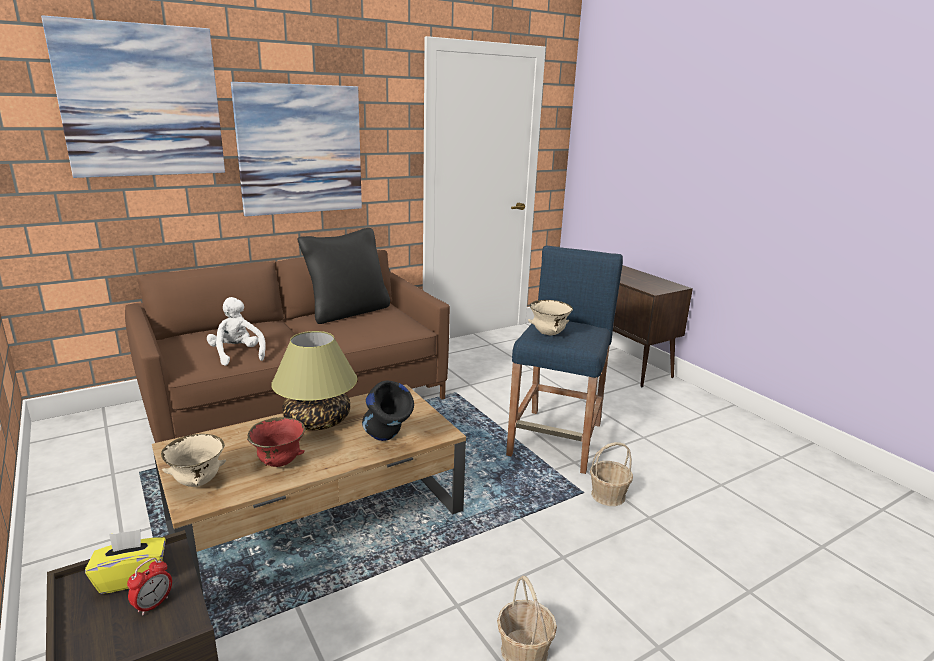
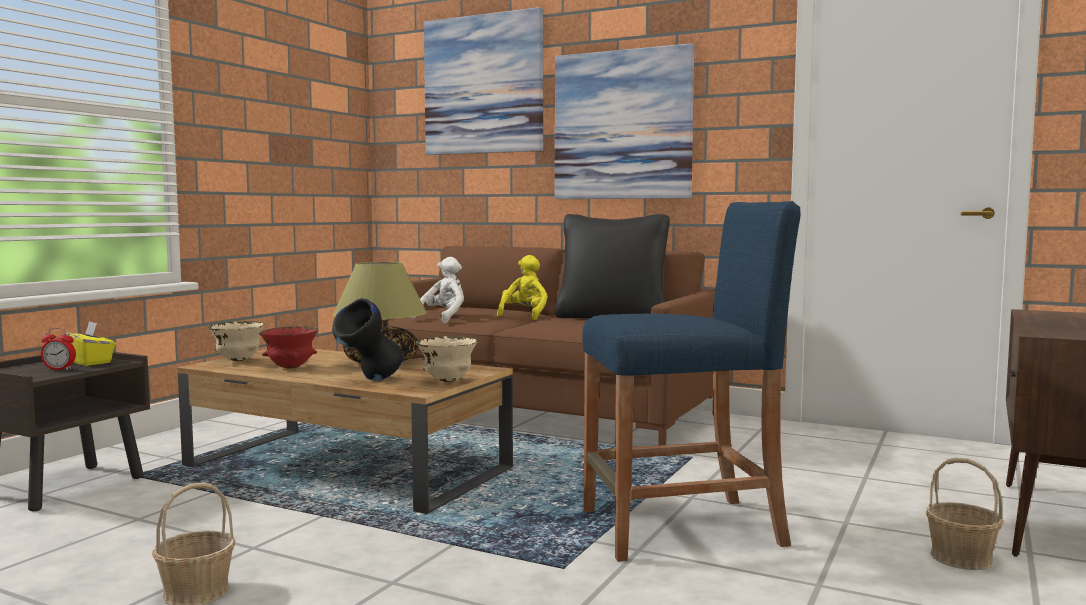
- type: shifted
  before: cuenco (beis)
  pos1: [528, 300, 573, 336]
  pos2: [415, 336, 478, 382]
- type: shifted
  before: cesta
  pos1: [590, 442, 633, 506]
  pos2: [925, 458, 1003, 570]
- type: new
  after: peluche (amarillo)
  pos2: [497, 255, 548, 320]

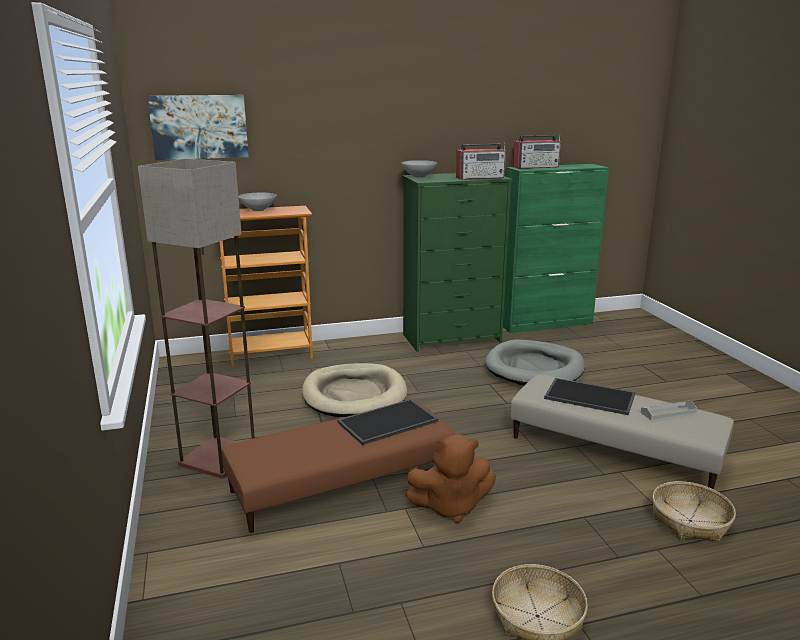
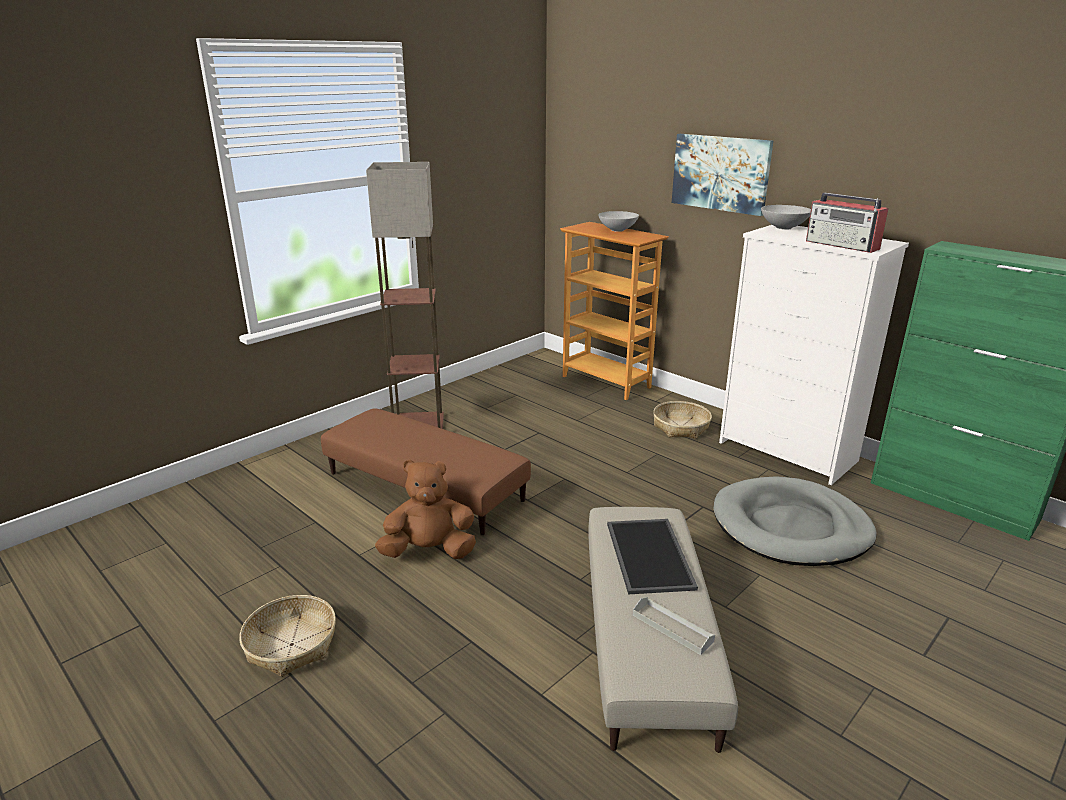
- type: shifted
  before: cuadro
  pos1: [147, 95, 249, 160]
  pos2: [672, 134, 773, 216]
- type: gone
  before: cama para perro (beis)
  pos1: [302, 363, 407, 417]
- type: gone
  before: bandeja
  pos1: [337, 399, 439, 445]
- type: repainted
  before: cómoda (verde)
  after: cómoda (blanco)
  pos1: [402, 173, 513, 352]
  pos2: [719, 225, 909, 485]
- type: rotated
  before: peluche (marrón)
  pos1: [405, 434, 496, 523]
  pos2: [375, 460, 476, 559]
  turn: 120
- type: gone
  before: radio
  pos1: [513, 134, 561, 169]
- type: shifted
  before: cesta
  pos1: [652, 481, 736, 542]
  pos2: [653, 401, 712, 439]

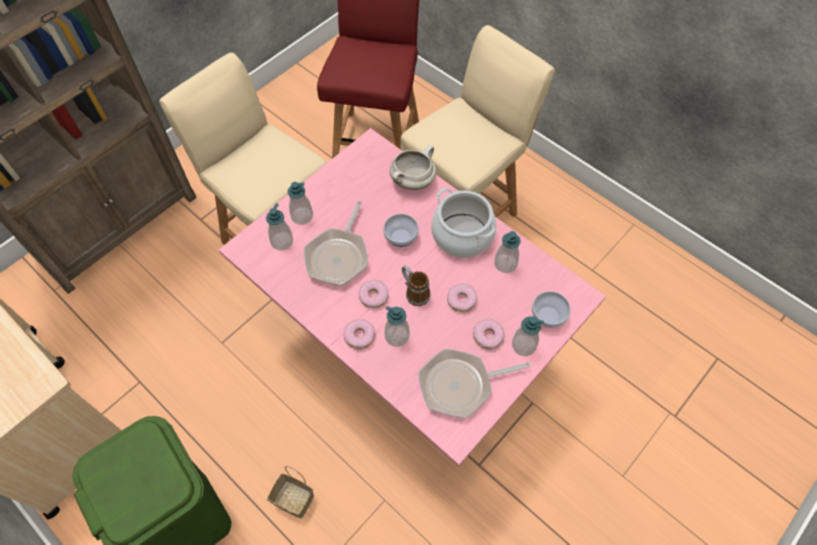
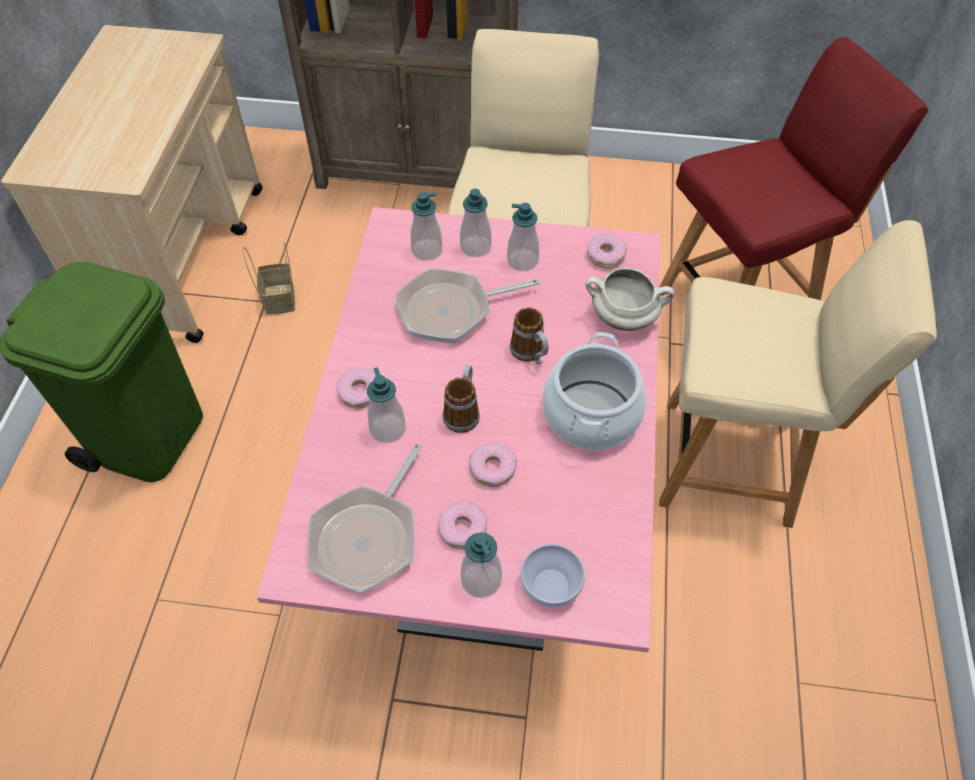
- type: shifted
  before: cesta
  pos1: [267, 466, 314, 518]
  pos2: [243, 242, 295, 315]
- type: shifted
  before: rosquilla
  pos1: [359, 280, 388, 308]
  pos2: [587, 234, 627, 268]
- type: swapped
  before: cuenco
  after: taza grande
  pos1: [383, 214, 419, 247]
  pos2: [510, 307, 548, 365]
- type: rotated
  before: sartén
  pos1: [418, 349, 531, 418]
  pos2: [307, 443, 422, 593]
  turn: -105
- type: shifted
  before: dispensador de jabón
  pos1: [494, 231, 521, 273]
  pos2: [507, 203, 539, 271]

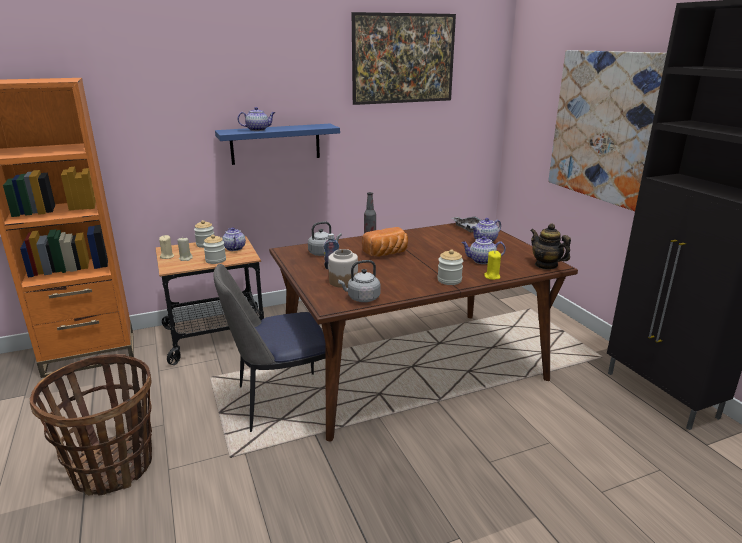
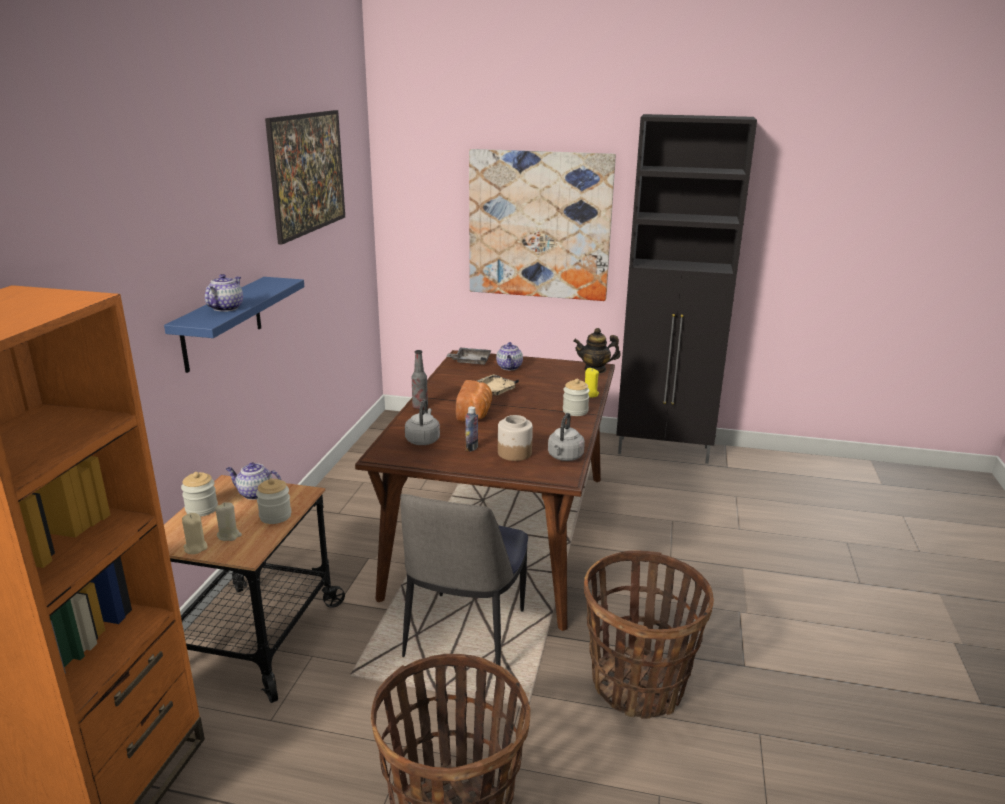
- type: gone
  before: tetera
  pos1: [461, 236, 506, 264]
- type: new
  after: bandeja (beis)
  pos2: [477, 374, 519, 396]
- type: new
  after: cesta
  pos2: [584, 550, 714, 719]

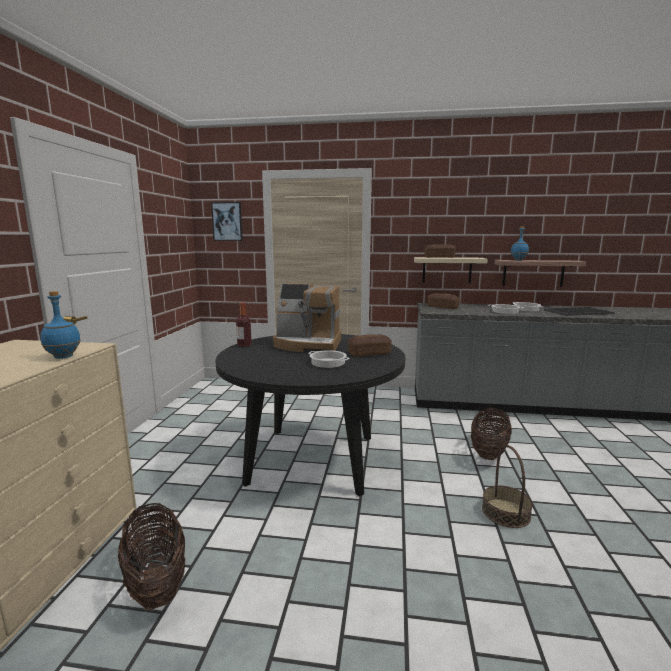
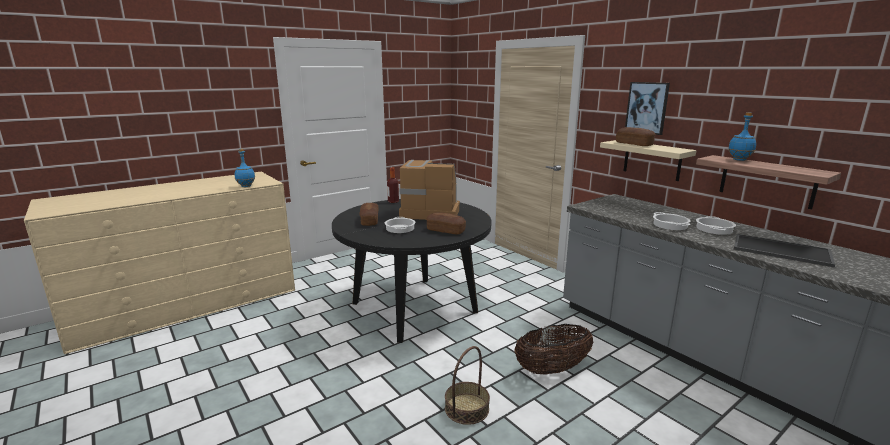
- type: gone
  before: cesta
  pos1: [118, 503, 185, 610]
- type: shifted
  before: cuadro
  pos1: [211, 202, 243, 241]
  pos2: [625, 82, 670, 135]
- type: rotated
  before: cafetera
  pos1: [273, 283, 341, 352]
  pos2: [399, 160, 460, 220]
  turn: 135
- type: shifted
  before: pan
  pos1: [428, 293, 460, 309]
  pos2: [360, 203, 379, 226]

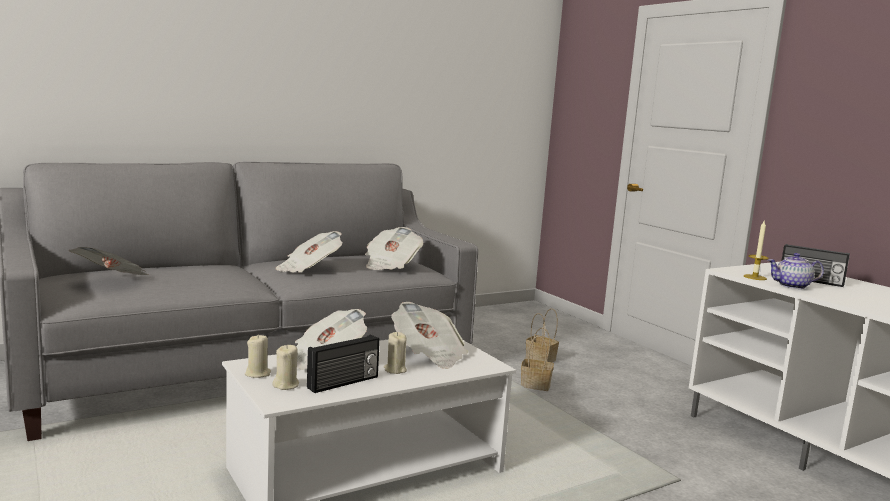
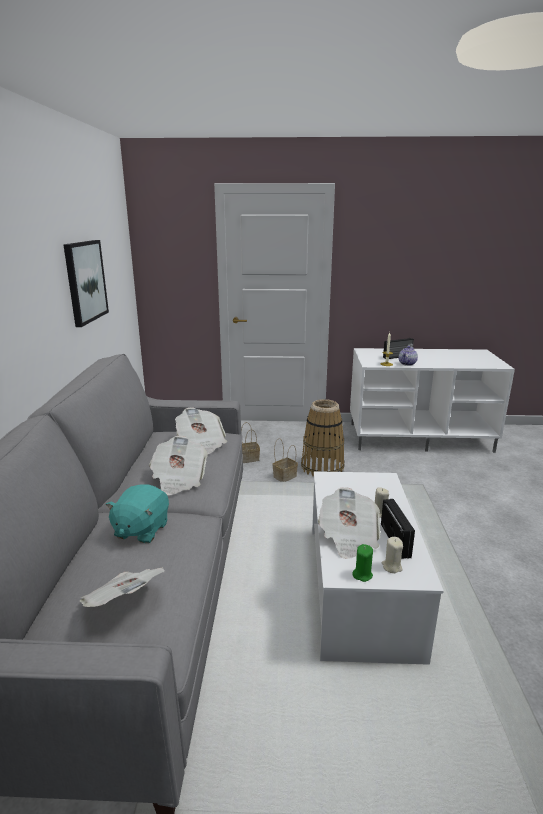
- type: repainted
  before: vela (beis)
  after: vela (verde)
  pos1: [245, 334, 271, 378]
  pos2: [352, 544, 373, 582]
- type: gone
  before: periódico
  pos1: [391, 302, 468, 369]
- type: new
  after: cuadro
  pos2: [63, 240, 109, 327]
- type: new
  after: peluche (turquesa)
  pos2: [106, 484, 169, 543]
- type: new
  after: cesta
  pos2: [301, 399, 344, 477]

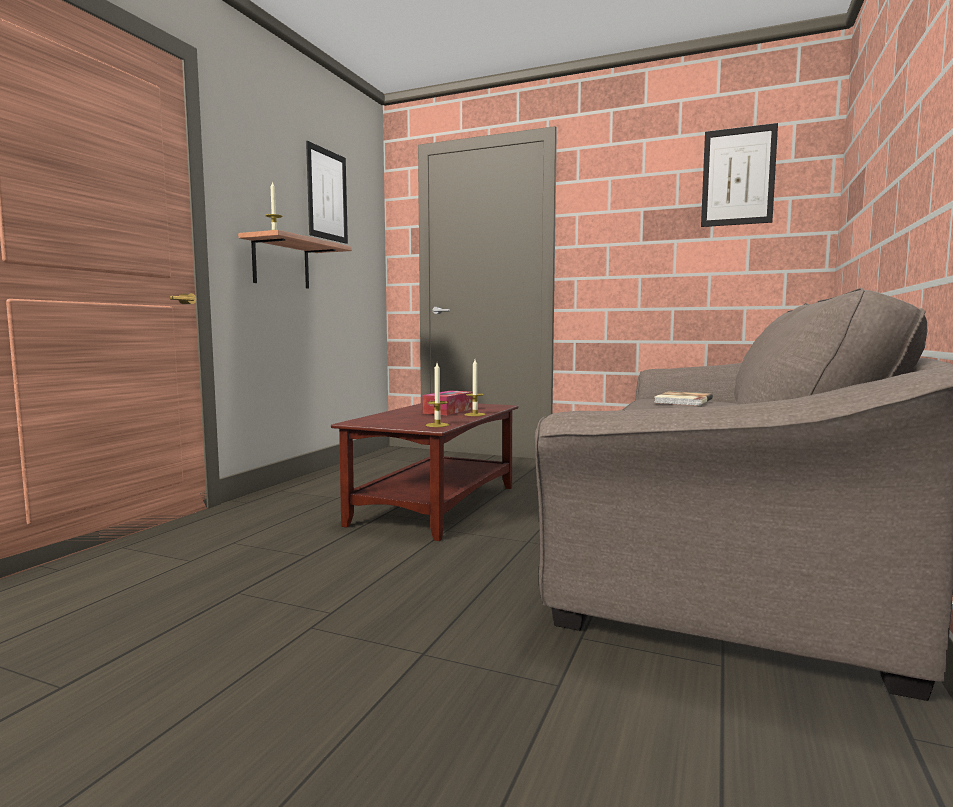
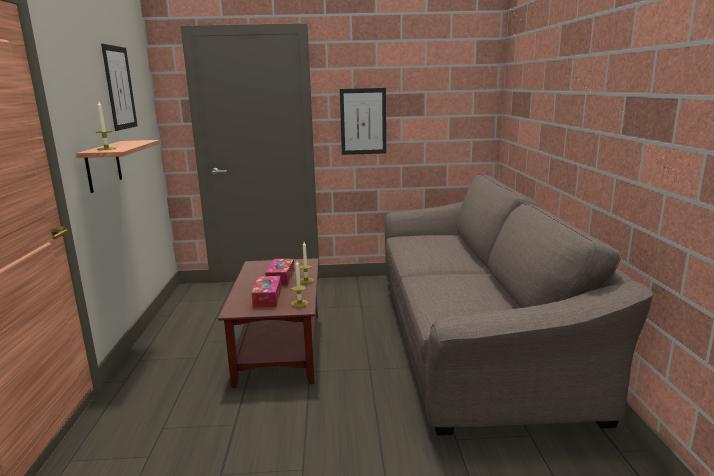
- type: gone
  before: libro
  pos1: [654, 391, 713, 406]
- type: shifted
  before: cuadro
  pos1: [701, 123, 778, 227]
  pos2: [340, 88, 386, 155]
- type: new
  after: caja de pañuelos
  pos2: [252, 276, 282, 308]

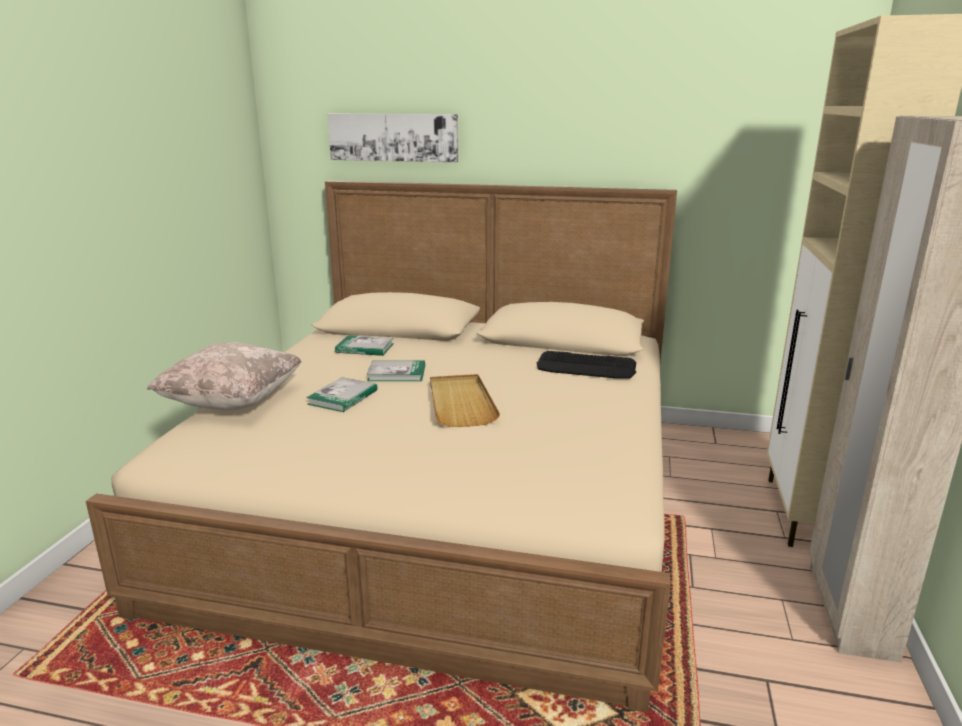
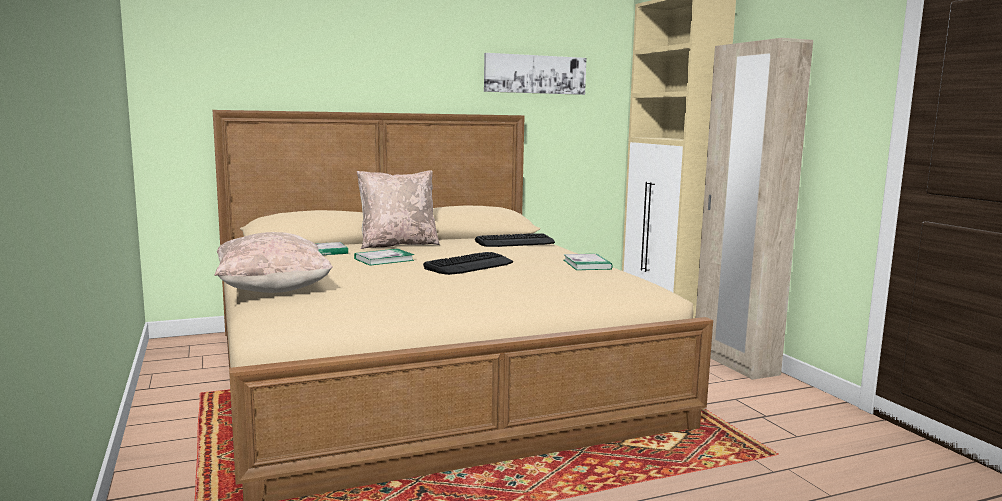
- type: shifted
  before: libro
  pos1: [306, 377, 377, 412]
  pos2: [564, 254, 613, 270]
- type: shifted
  before: cuadro
  pos1: [327, 114, 458, 162]
  pos2: [484, 53, 587, 95]
- type: swapped
  before: bandeja (beis)
  after: teclado
  pos1: [430, 374, 500, 427]
  pos2: [423, 252, 513, 275]
- type: new
  after: cojín (beis)
  pos2: [357, 170, 440, 249]

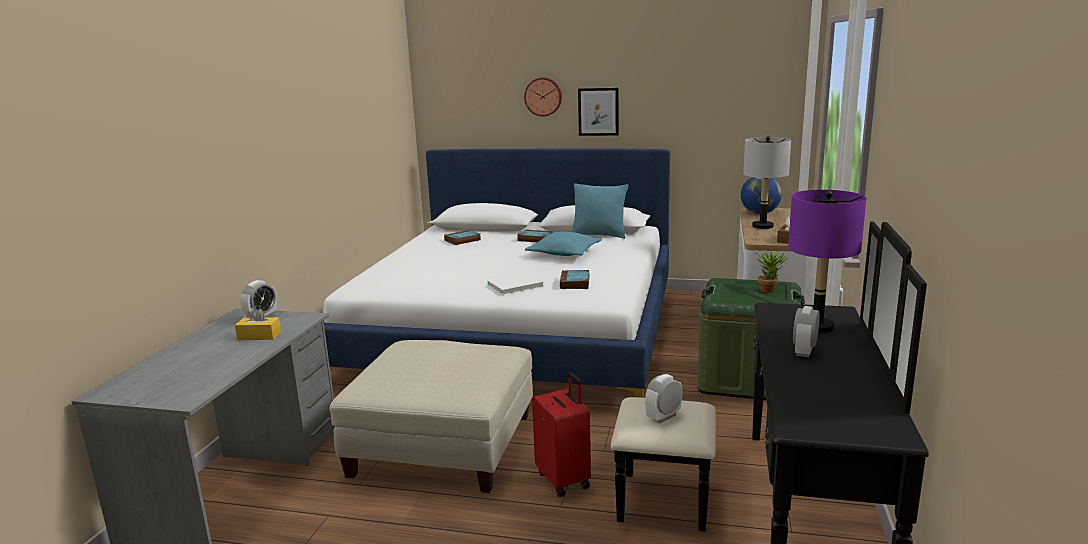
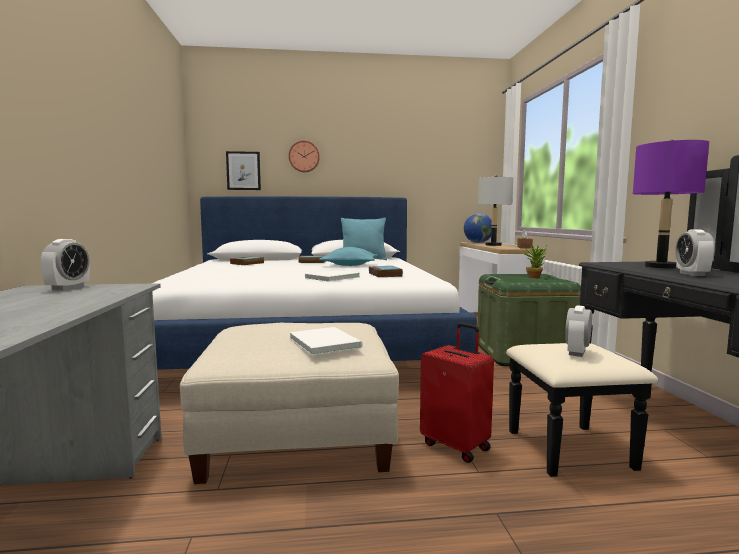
- type: gone
  before: caja de pañuelos (amarillo)
  pos1: [235, 307, 281, 340]
- type: shifted
  before: cuadro
  pos1: [578, 88, 619, 136]
  pos2: [226, 151, 261, 190]
- type: new
  after: libro (blanco)
  pos2: [289, 327, 362, 355]

